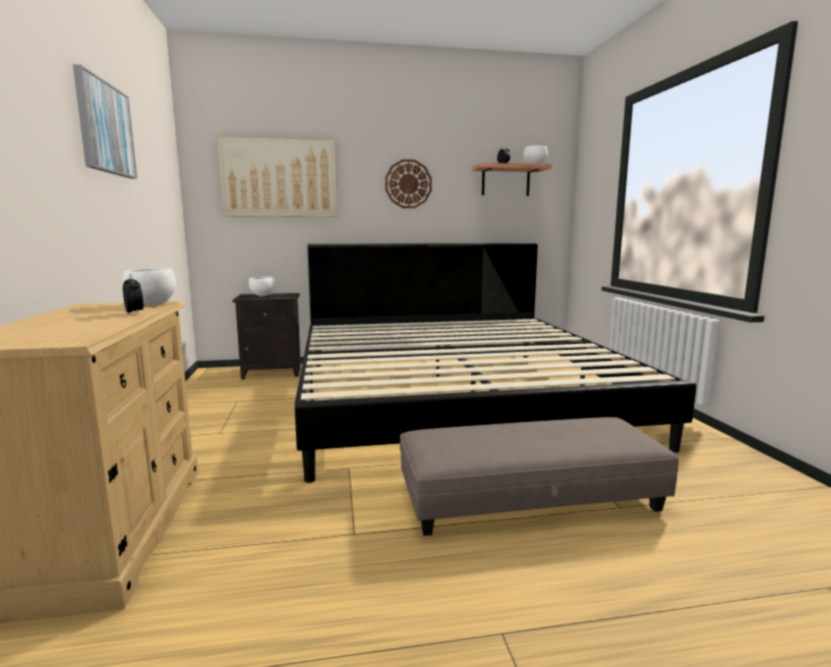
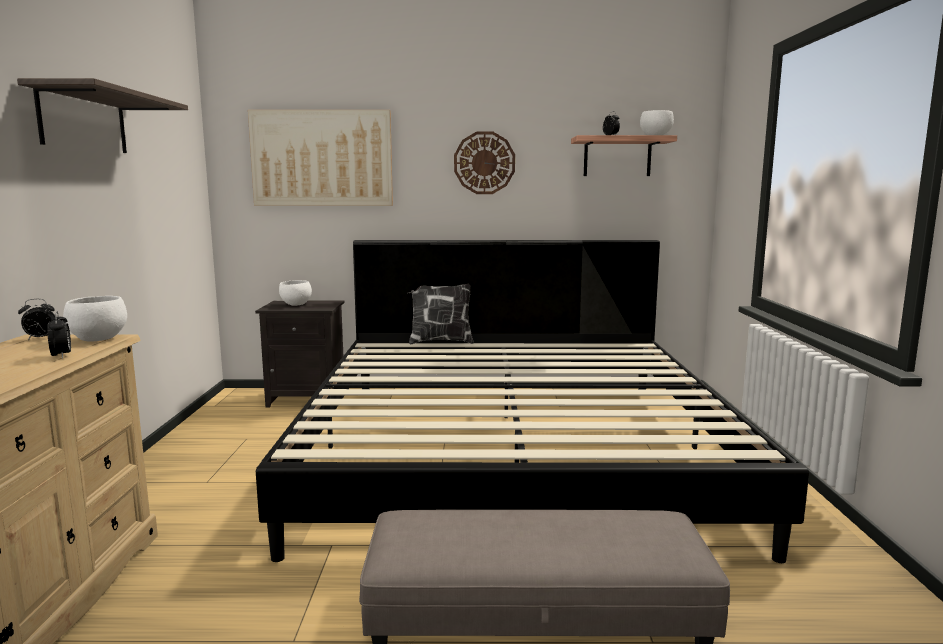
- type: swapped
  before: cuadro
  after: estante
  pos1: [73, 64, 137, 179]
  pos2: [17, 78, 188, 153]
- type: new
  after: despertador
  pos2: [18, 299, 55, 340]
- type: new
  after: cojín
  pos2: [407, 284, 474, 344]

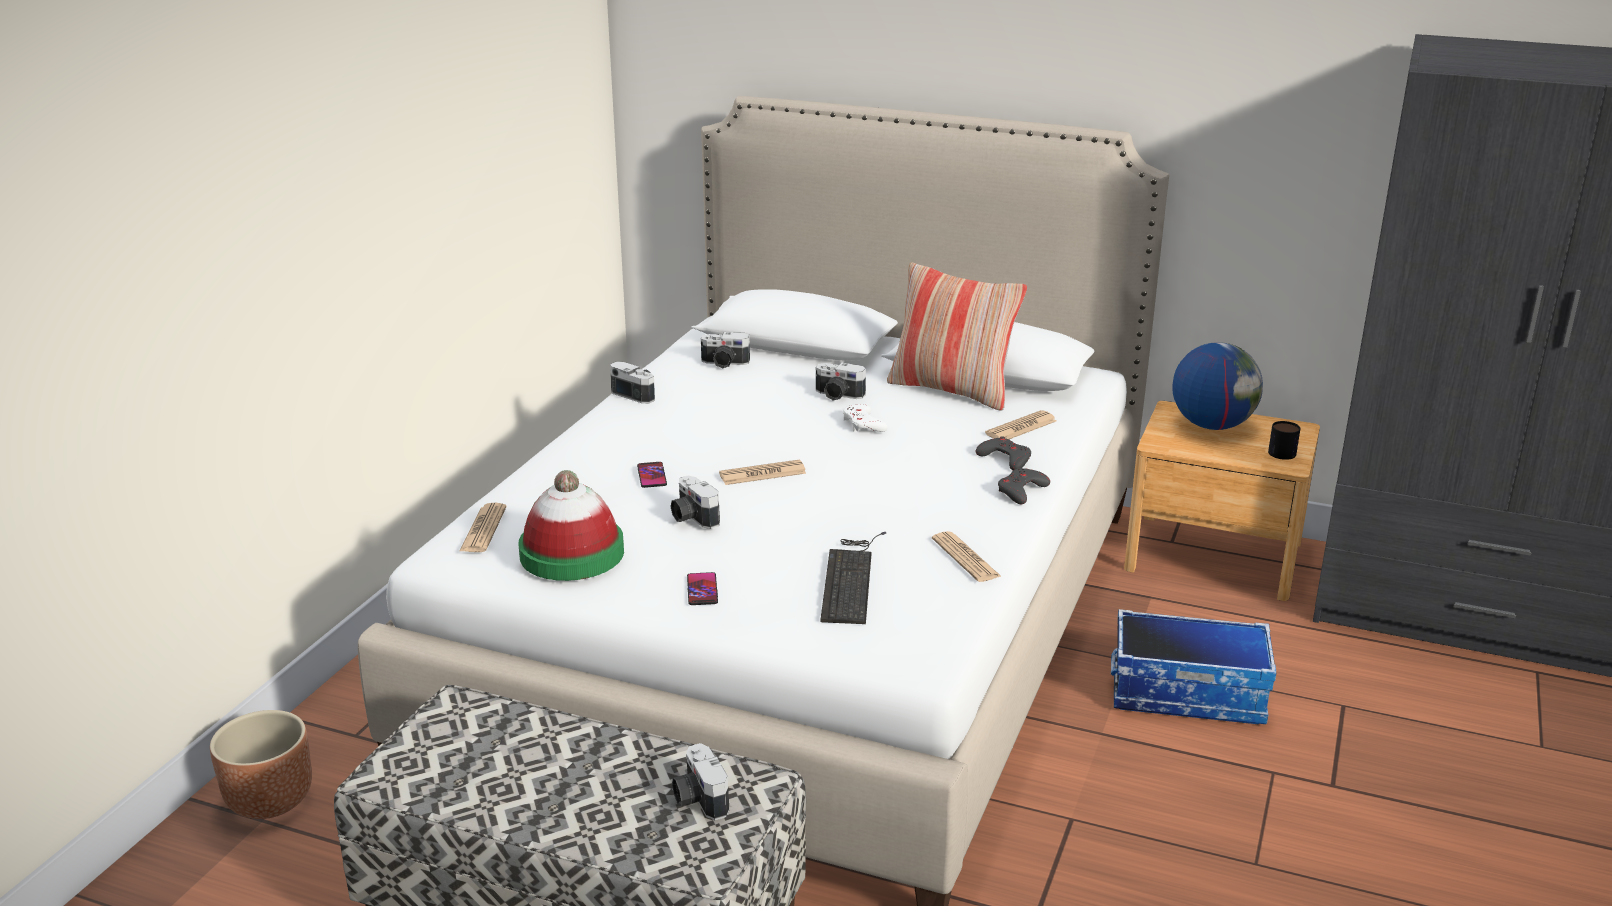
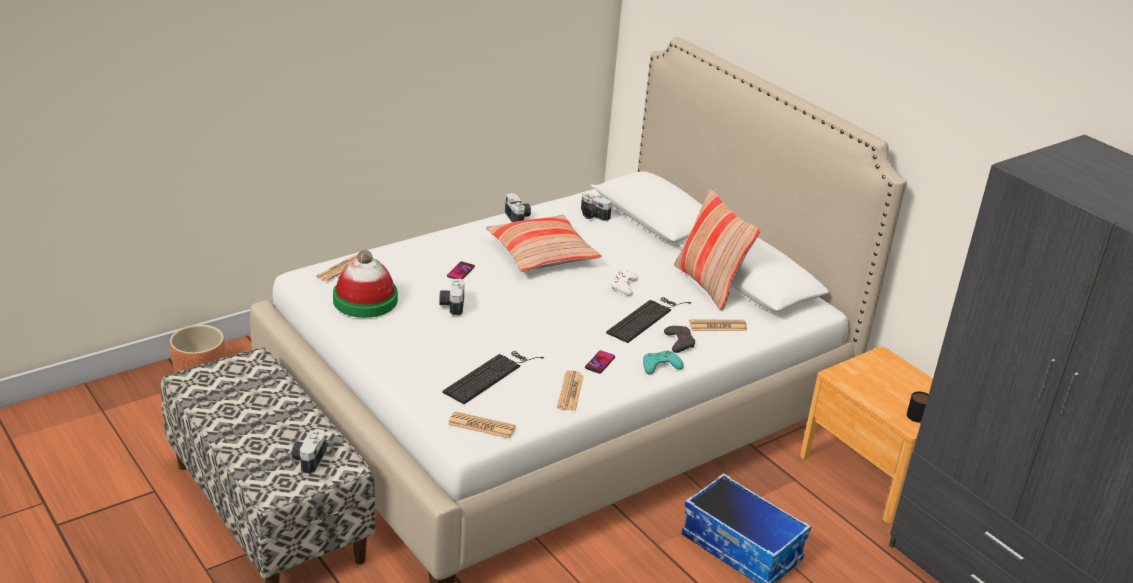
- type: shifted
  before: móvil
  pos1: [687, 572, 718, 605]
  pos2: [585, 351, 615, 374]
- type: shifted
  before: periódico
  pos1: [719, 460, 806, 485]
  pos2: [448, 411, 516, 439]
- type: gone
  before: cámara
  pos1: [816, 363, 866, 401]
- type: repainted
  before: mando de consola (gris)
  after: mando de consola (turquesa)
  pos1: [998, 468, 1050, 504]
  pos2: [643, 351, 684, 374]
- type: gone
  before: globo terráqueo
  pos1: [1172, 342, 1263, 430]
- type: new
  after: cojín
  pos2: [486, 215, 602, 272]
- type: new
  after: teclado
  pos2: [606, 297, 691, 343]

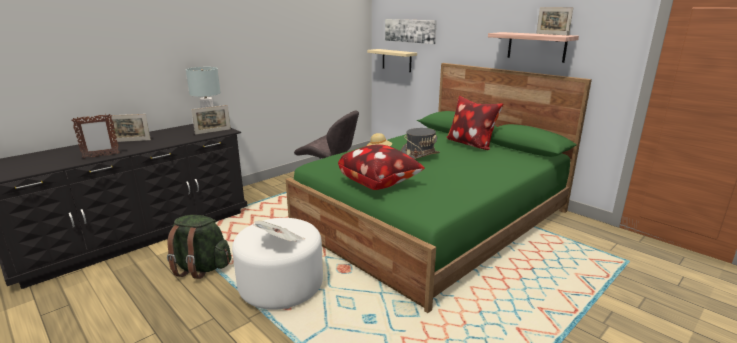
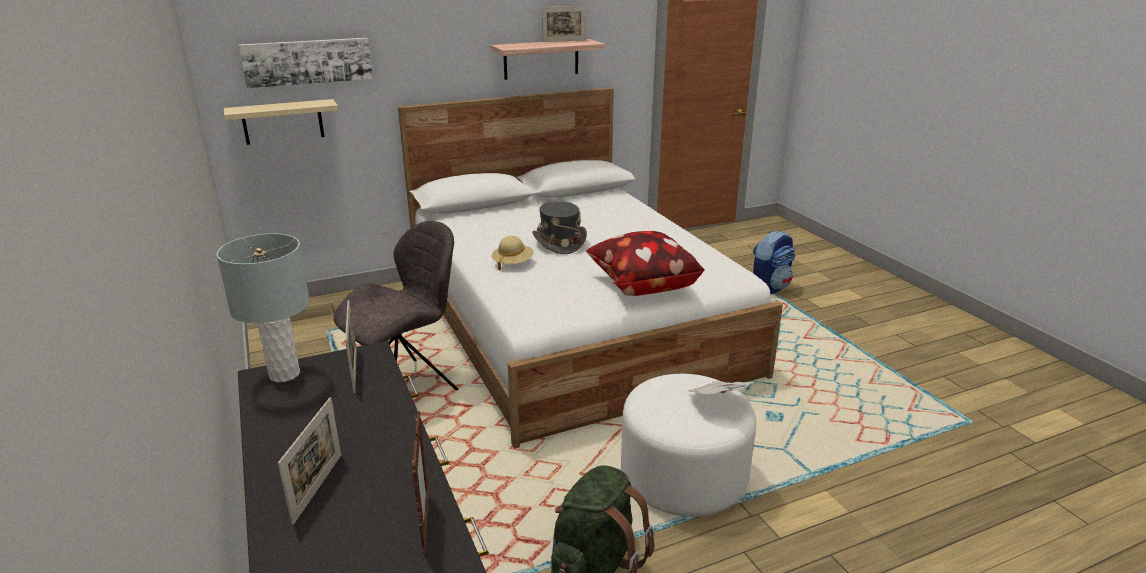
- type: repainted
  before: cama (verde)
  after: cama (blanco)
  pos1: [286, 63, 592, 313]
  pos2: [398, 88, 783, 448]
- type: gone
  before: cojín
  pos1: [446, 96, 503, 150]
- type: new
  after: mochila
  pos2: [753, 231, 795, 295]

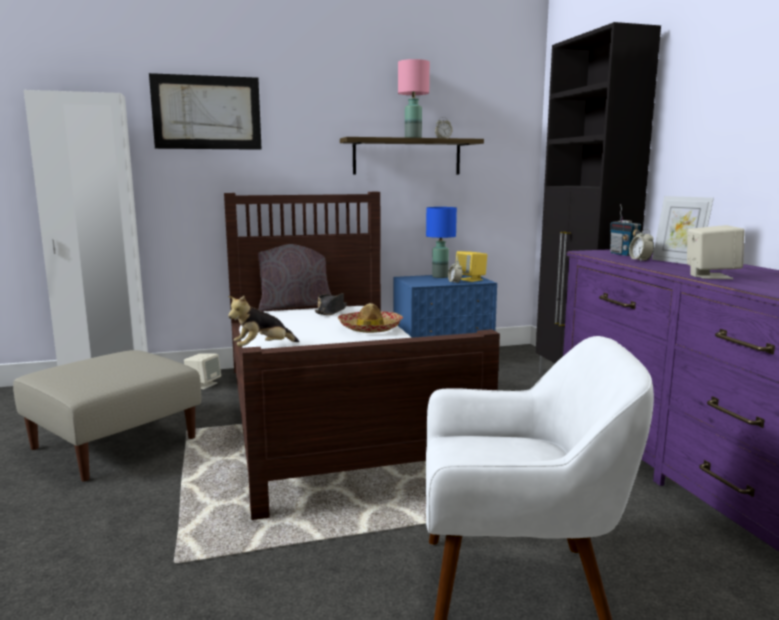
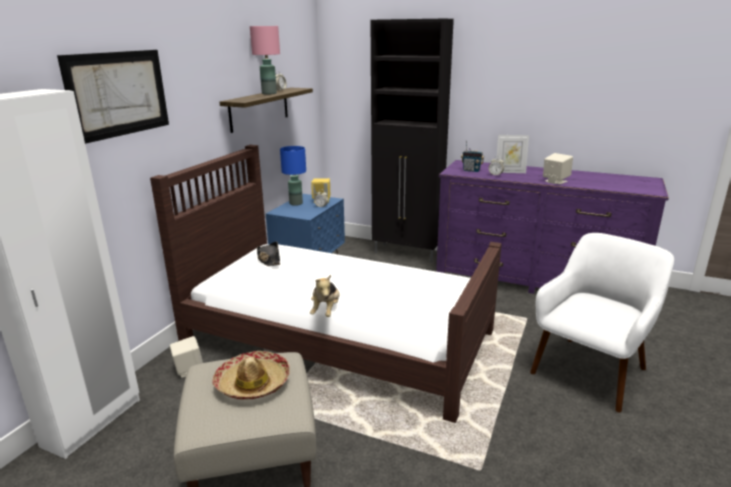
- type: gone
  before: cojín (gris)
  pos1: [258, 244, 331, 312]
- type: shifted
  before: sombrero
  pos1: [338, 303, 403, 333]
  pos2: [212, 351, 290, 400]

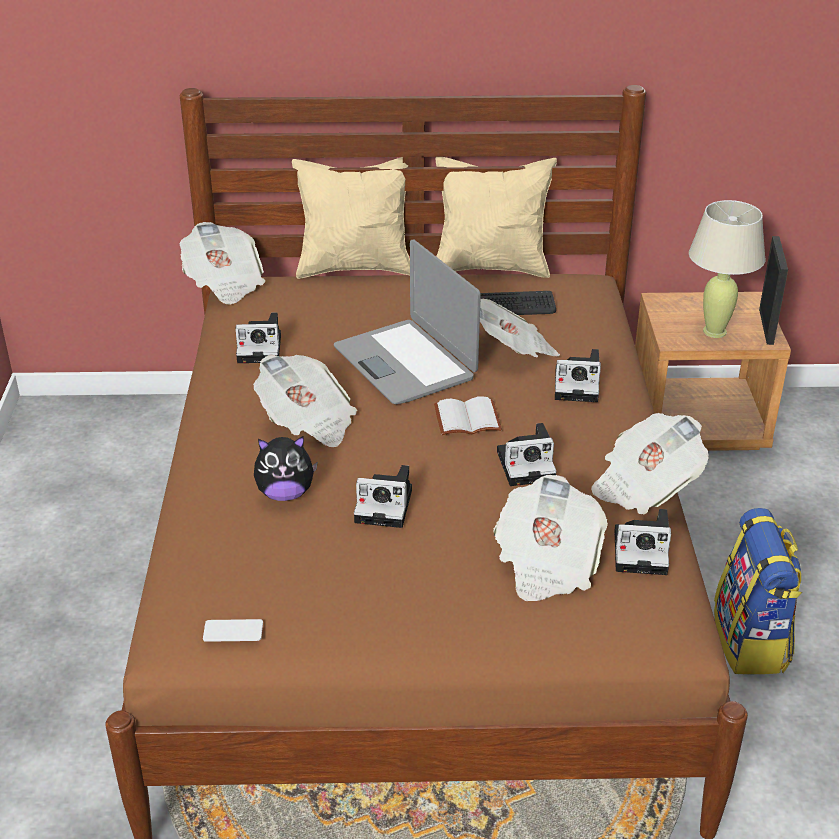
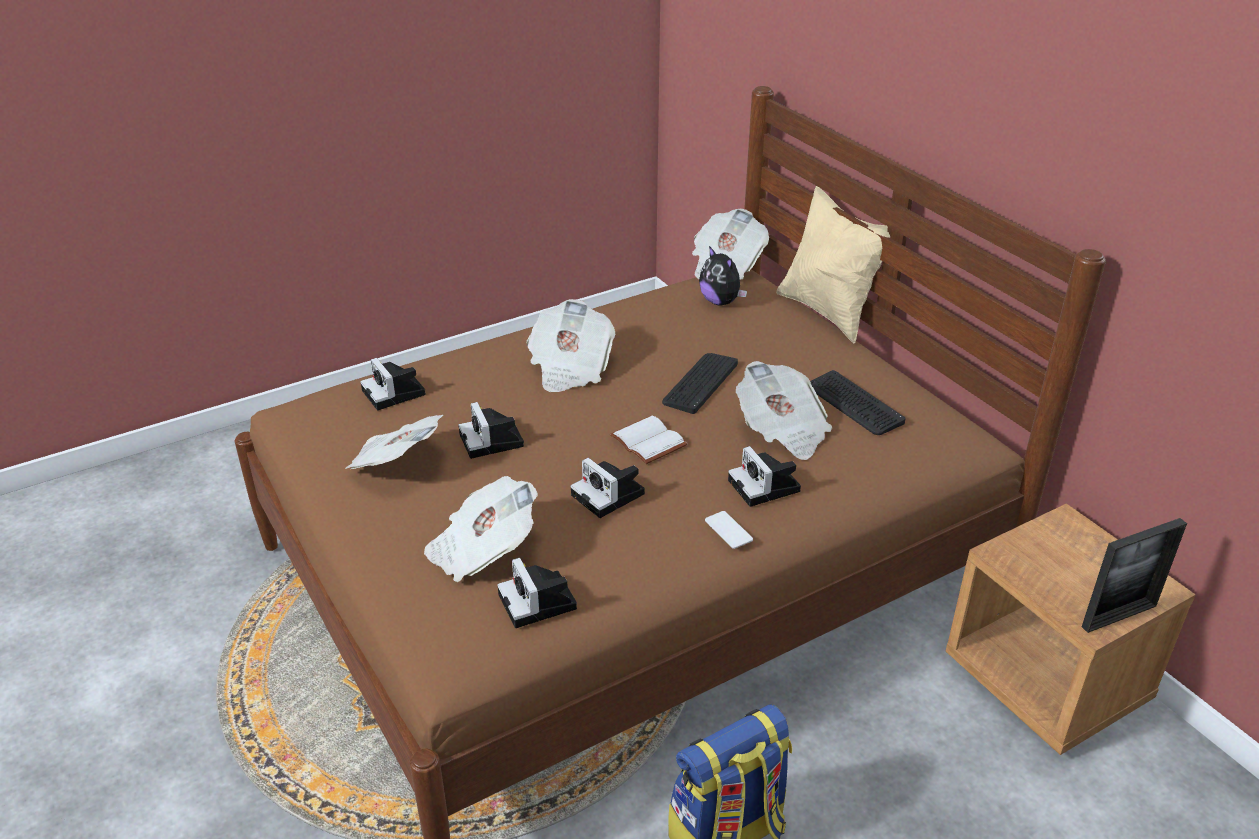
- type: shifted
  before: móvil
  pos1: [203, 619, 263, 642]
  pos2: [705, 511, 753, 549]
- type: shifted
  before: cámara
  pos1: [235, 312, 281, 363]
  pos2: [360, 358, 426, 410]
- type: shifted
  before: peluche
  pos1: [254, 436, 318, 501]
  pos2: [699, 246, 747, 305]
- type: swapped
  before: portátil
  after: teclado
  pos1: [334, 239, 481, 404]
  pos2: [662, 353, 738, 414]
- type: gone
  before: cojín (beis)
  pos1: [436, 157, 557, 278]
- type: shifted
  before: periódico
  pos1: [591, 413, 709, 515]
  pos2: [345, 415, 443, 469]
- type: gone
  before: lámpara de mesa (beis)
  pos1: [689, 200, 766, 338]

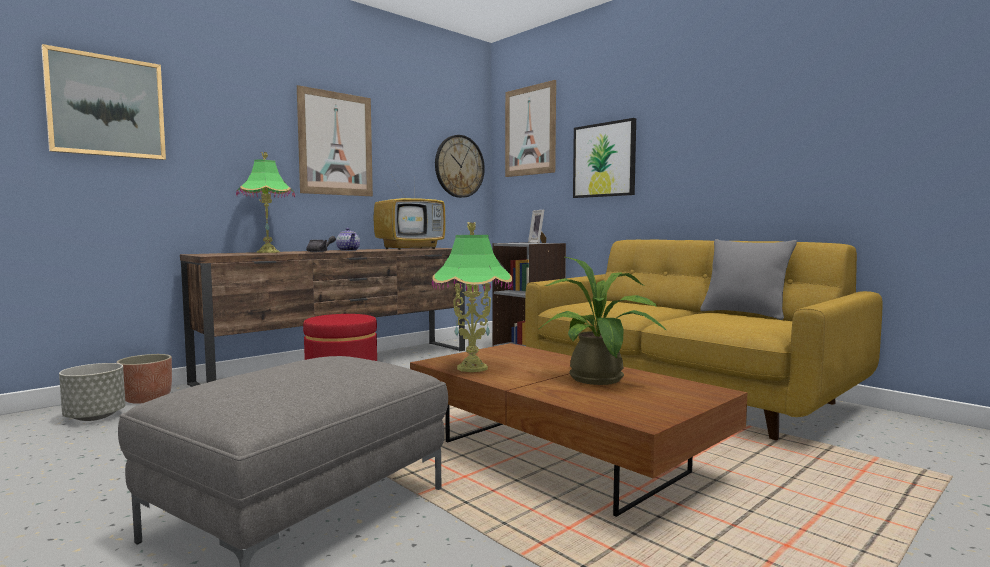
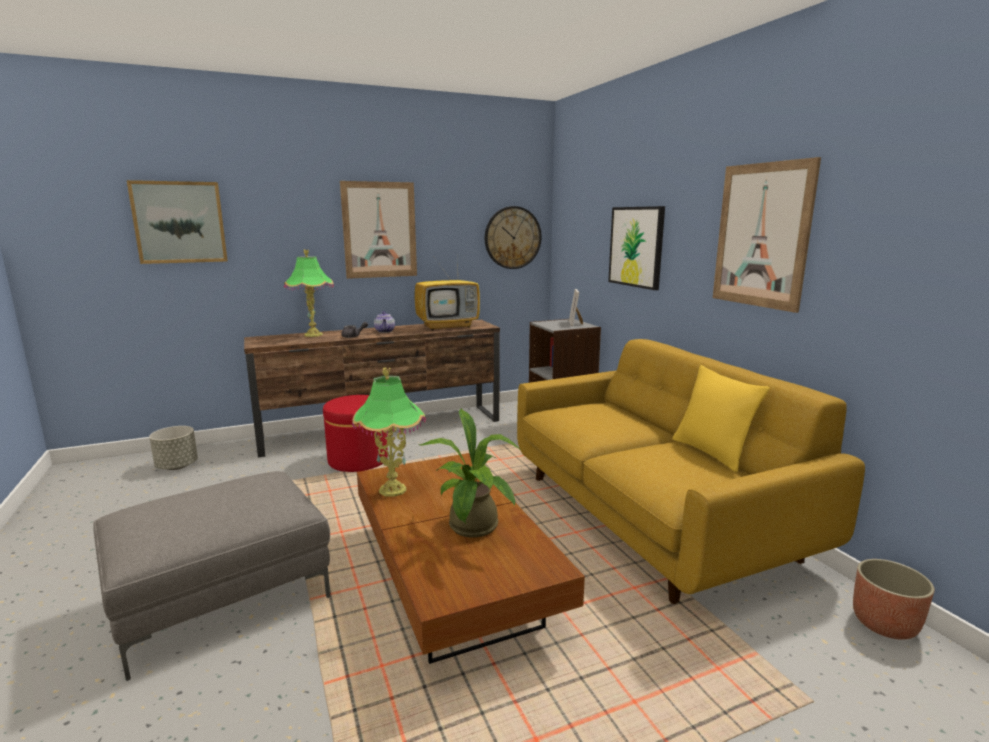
- type: shifted
  before: maceta
  pos1: [116, 354, 172, 404]
  pos2: [853, 559, 935, 640]
- type: shifted
  before: cuadro
  pos1: [505, 80, 556, 177]
  pos2: [713, 157, 821, 313]
- type: repainted
  before: cojín (gris)
  after: cojín (amarillo)
  pos1: [700, 239, 797, 320]
  pos2: [672, 365, 770, 473]

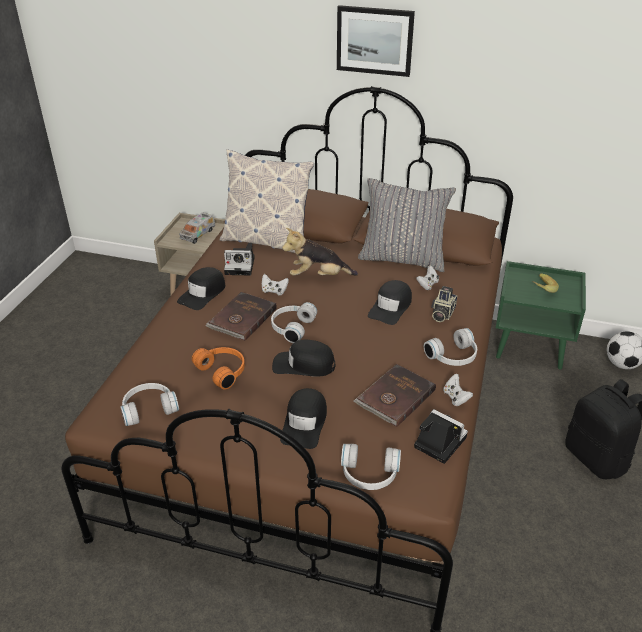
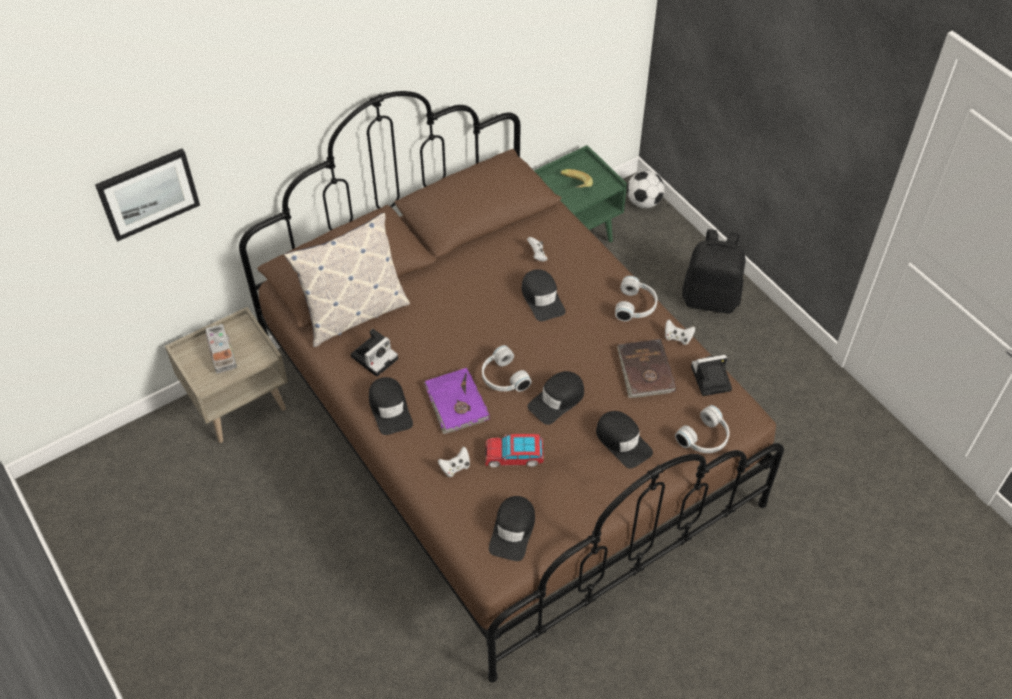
- type: swapped
  before: auriculares (blanco)
  after: gorra (negro)
  pos1: [120, 383, 179, 426]
  pos2: [489, 496, 535, 561]
- type: swapped
  before: auriculares (naranja)
  after: coche de juguete
  pos1: [192, 347, 245, 390]
  pos2: [485, 434, 544, 467]
- type: repainted
  before: libro (marrón)
  after: libro (morado)
  pos1: [205, 292, 277, 341]
  pos2: [424, 368, 490, 434]
- type: shifted
  before: mando de consola (blanco)
  pos1: [262, 274, 289, 296]
  pos2: [438, 447, 470, 477]
- type: gone
  before: peluche
  pos1: [282, 228, 358, 276]
- type: shifted
  before: cuadro
  pos1: [337, 5, 415, 77]
  pos2: [95, 149, 200, 242]
- type: gone
  before: cojín (gris)
  pos1: [358, 178, 456, 272]
- type: gone
  before: cámara
  pos1: [431, 286, 457, 322]

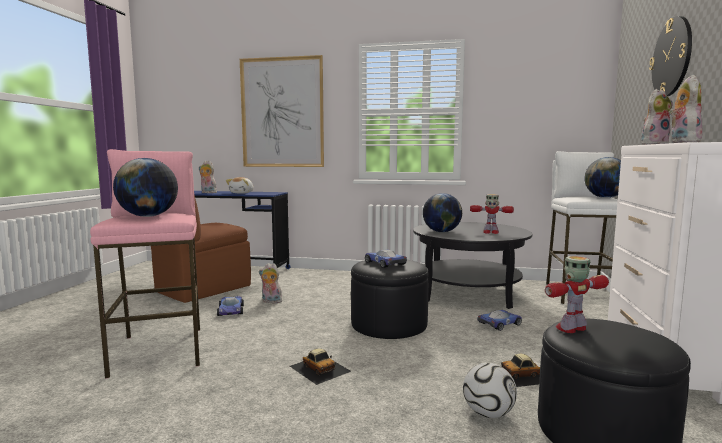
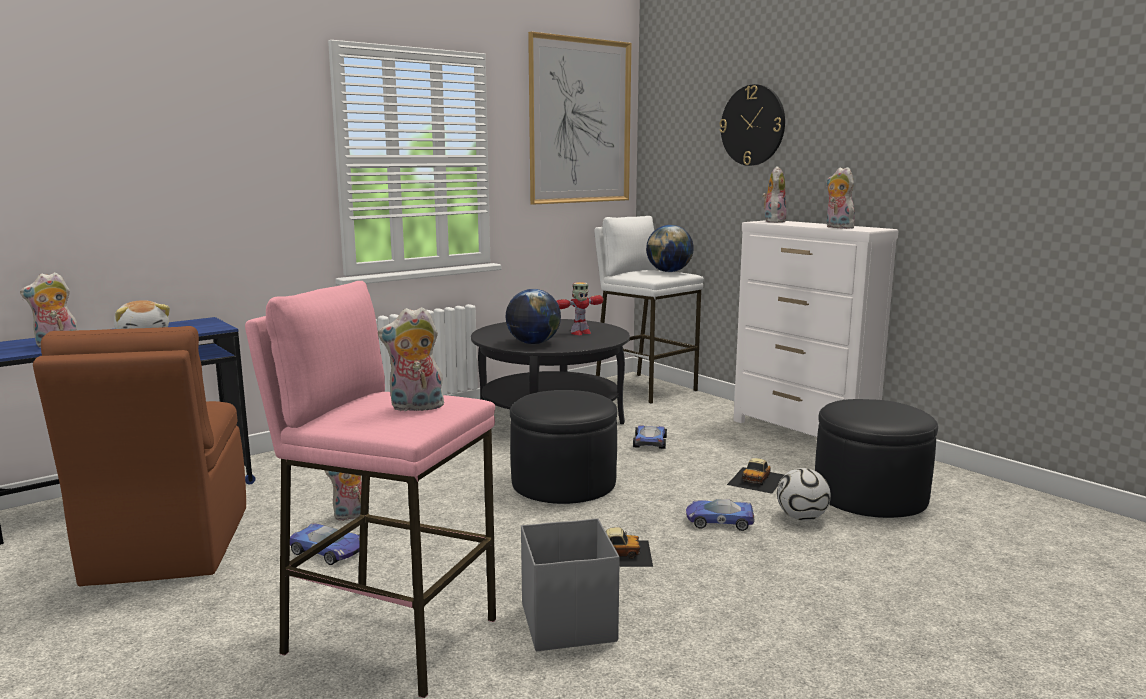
- type: swapped
  before: globo terráqueo
  after: peluche
  pos1: [113, 158, 178, 217]
  pos2: [378, 307, 444, 411]
- type: shifted
  before: cuadro
  pos1: [240, 55, 324, 167]
  pos2: [528, 31, 631, 205]
- type: shifted
  before: coche de juguete
  pos1: [365, 250, 407, 268]
  pos2: [686, 499, 755, 531]
- type: gone
  before: robot de juguete
  pos1: [545, 256, 609, 333]
- type: new
  after: caja de almacenaje (gris)
  pos2: [521, 518, 620, 651]

